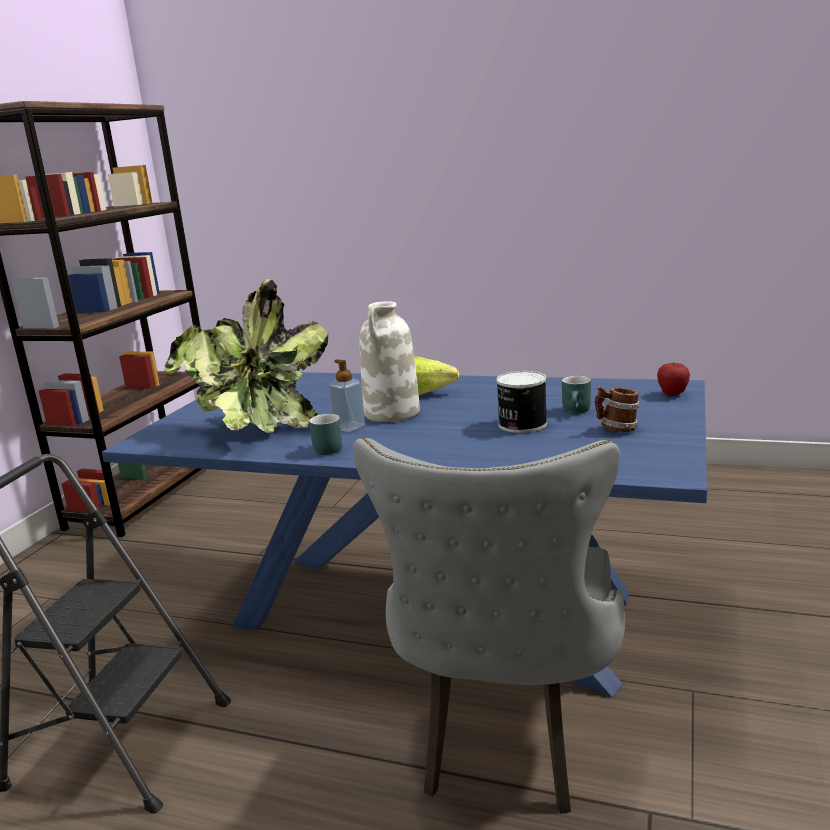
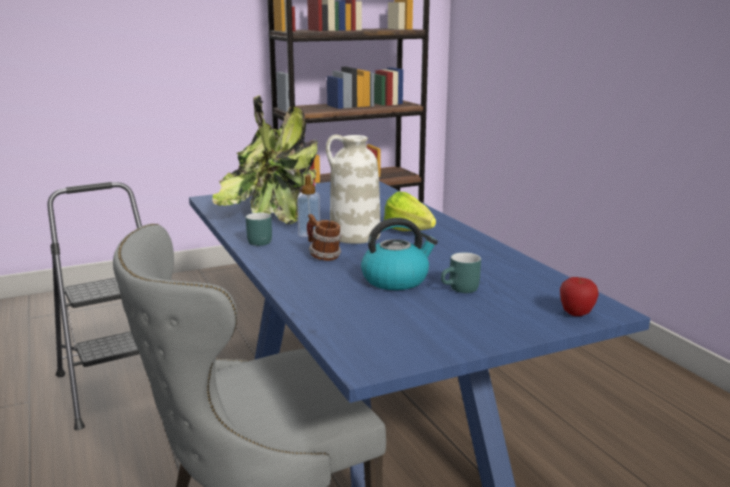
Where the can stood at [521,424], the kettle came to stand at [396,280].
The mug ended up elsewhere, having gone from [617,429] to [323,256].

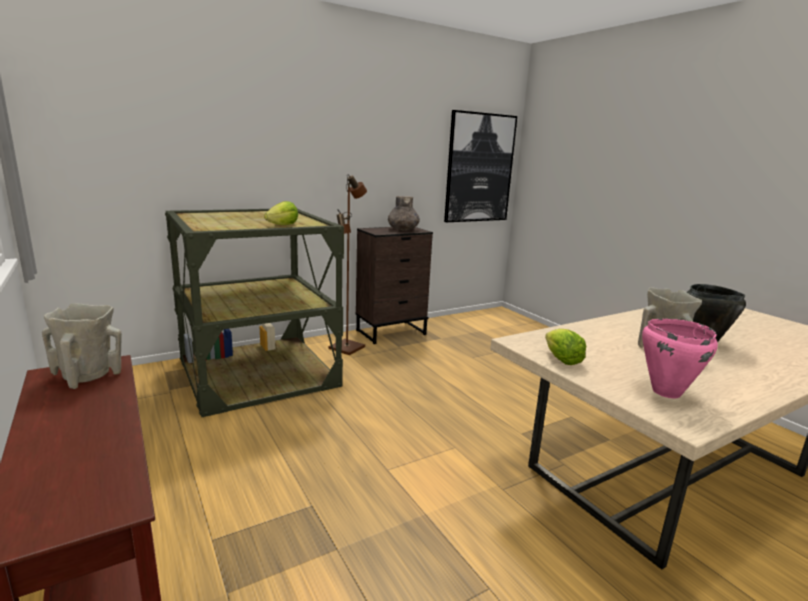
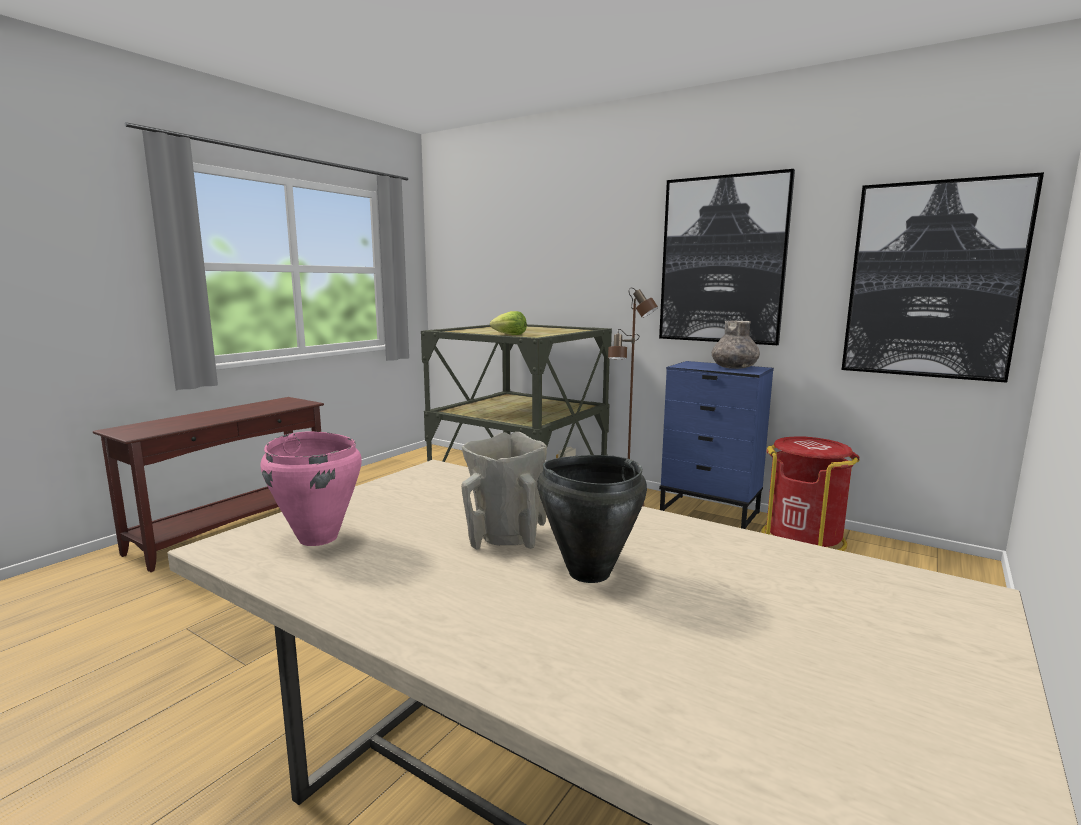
What was the dresser (brown) at [391,332] turned into the dresser (blue) at [710,512].
The second view lost the vase (beige) at [89,376].
The second view lost the lettuce at [561,359].
The second view gained the picture at [722,260].
The second view gained the trash can (red) at [803,538].

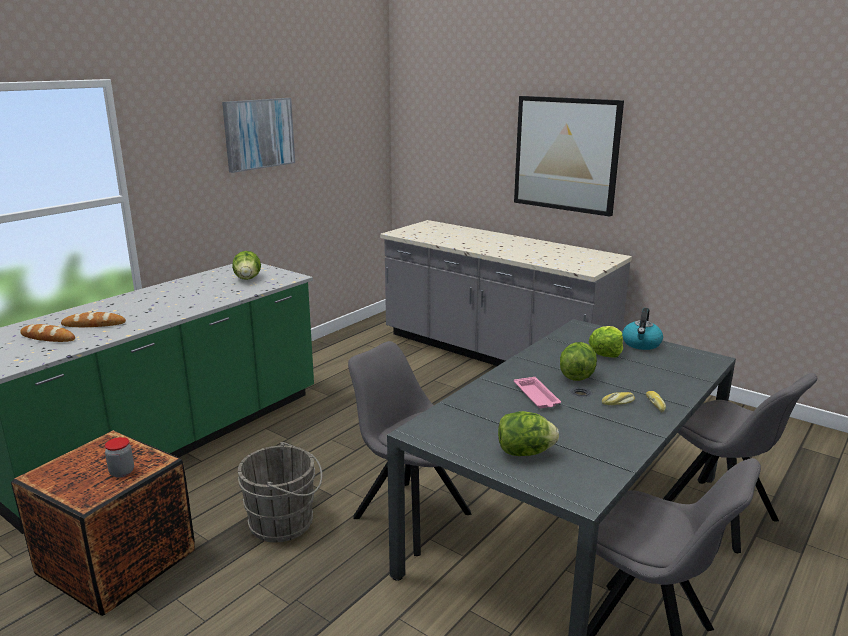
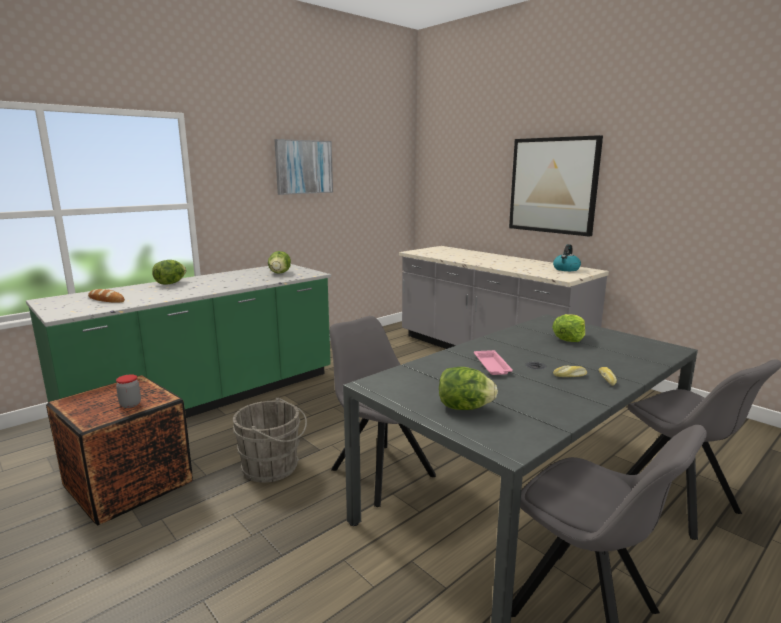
The kettle ended up elsewhere, having gone from [641,344] to [566,269].
The second view lost the bread at [94,324].
The lettuce ended up elsewhere, having gone from [576,376] to [170,283].

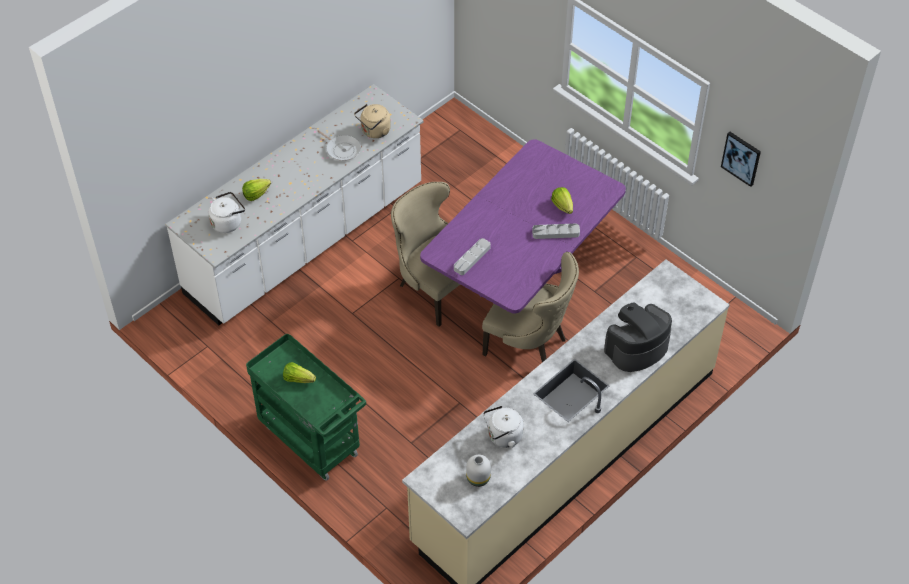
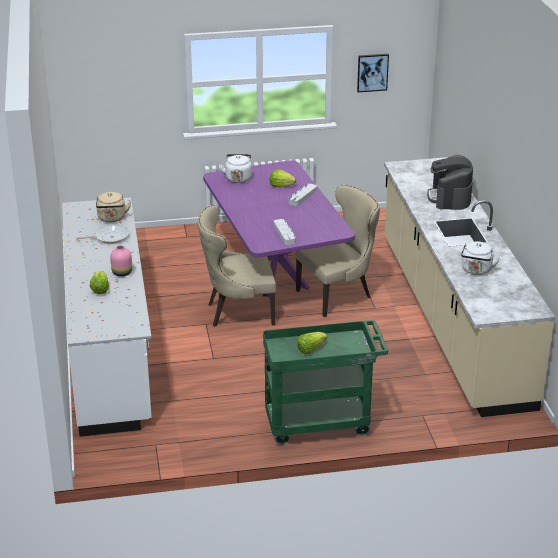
The kettle (white) ended up elsewhere, having gone from [228,222] to [238,178].
The second view lost the vase (white) at [479,478].
The second view gained the vase (pink) at [122,272].

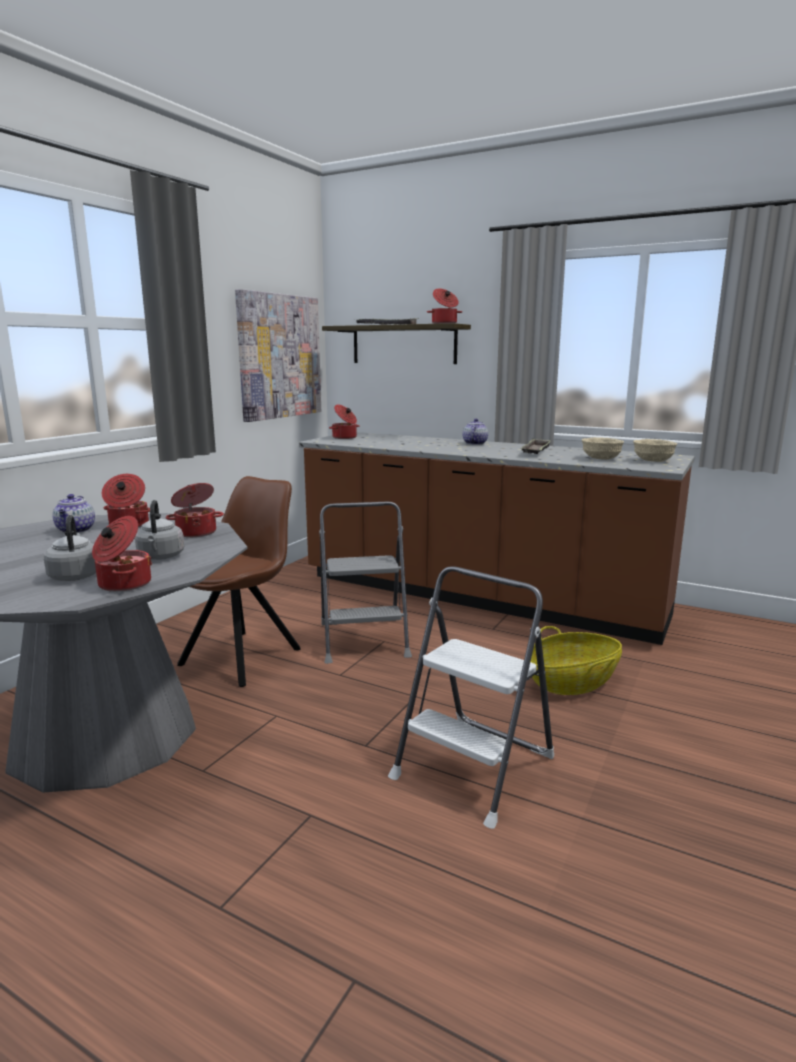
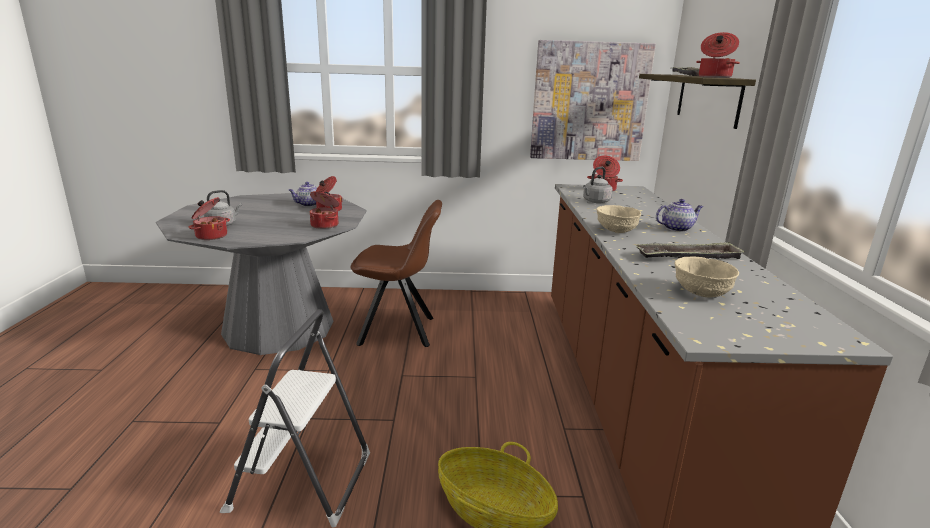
The bowl (beige) ended up elsewhere, having gone from [652,461] to [616,230].
The kettle (grey) ended up elsewhere, having gone from [160,557] to [595,201].
The second view lost the step ladder (grey) at [363,637].

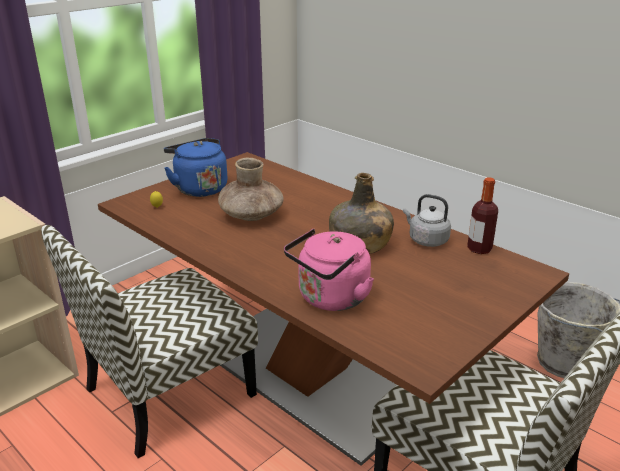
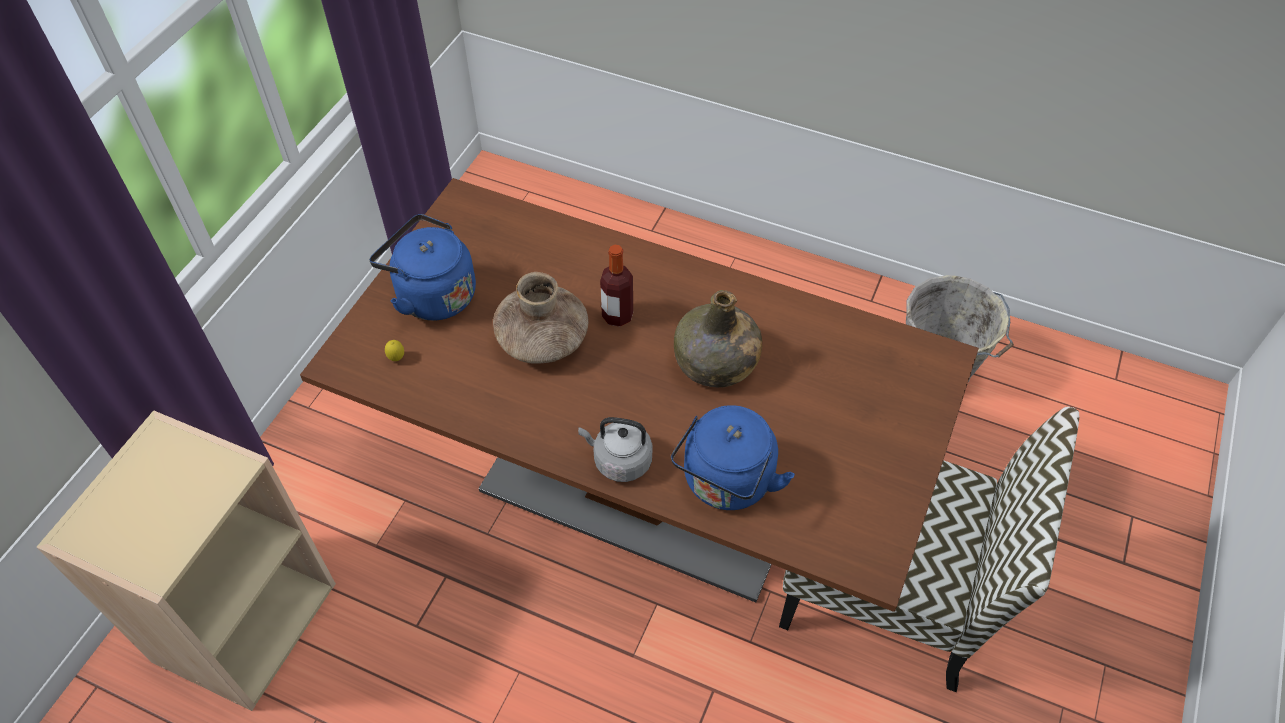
The bottle ended up elsewhere, having gone from [479,249] to [617,316].
The kettle (grey) ended up elsewhere, having gone from [426,240] to [619,461].
The second view lost the chair at [168,393].
What was the kettle (pink) at [330,299] turned into the kettle (blue) at [726,484].

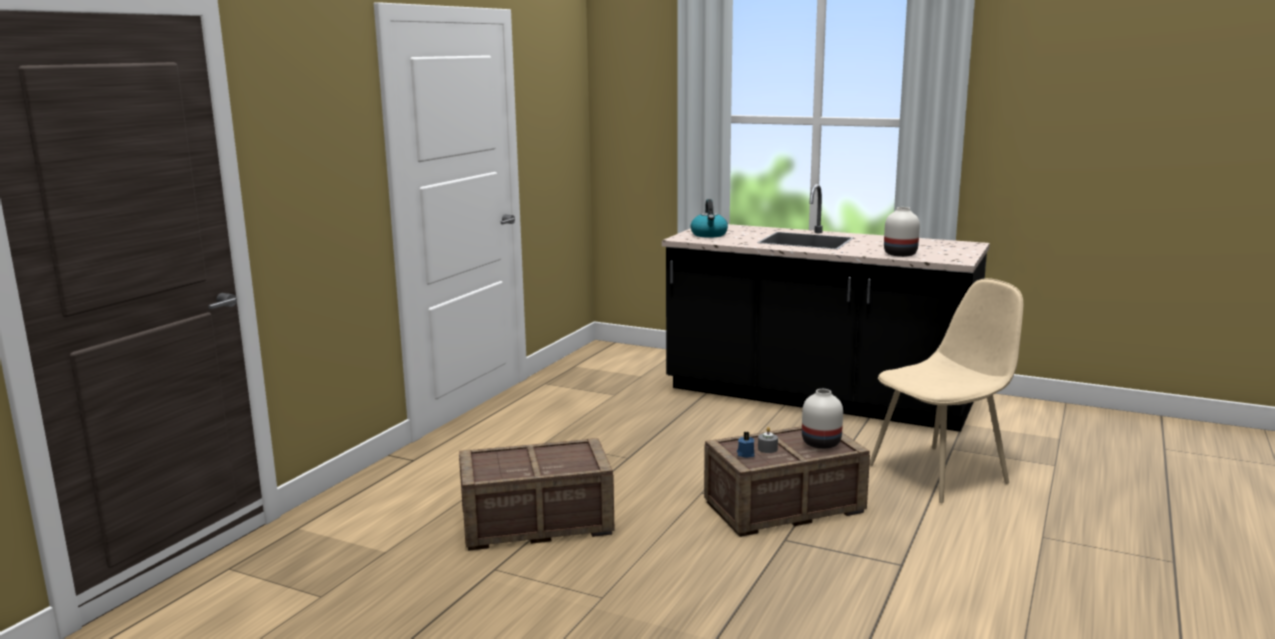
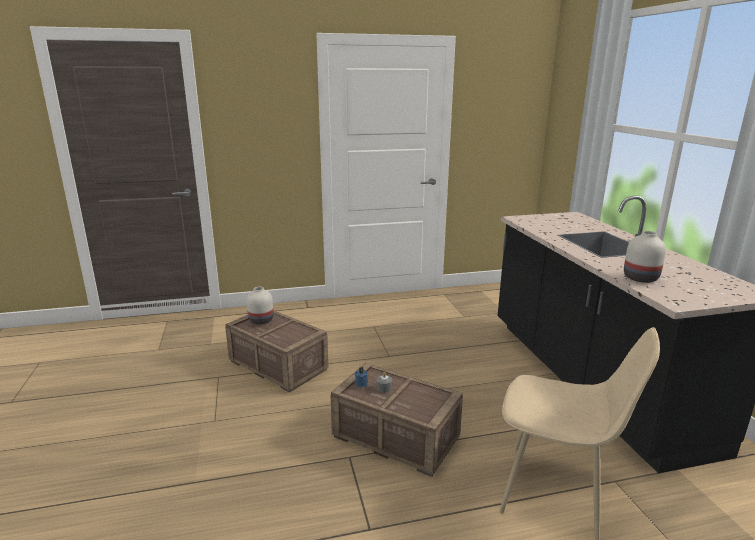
The second view lost the kettle at [709,235].
The vase (white) ended up elsewhere, having gone from [820,443] to [260,320].

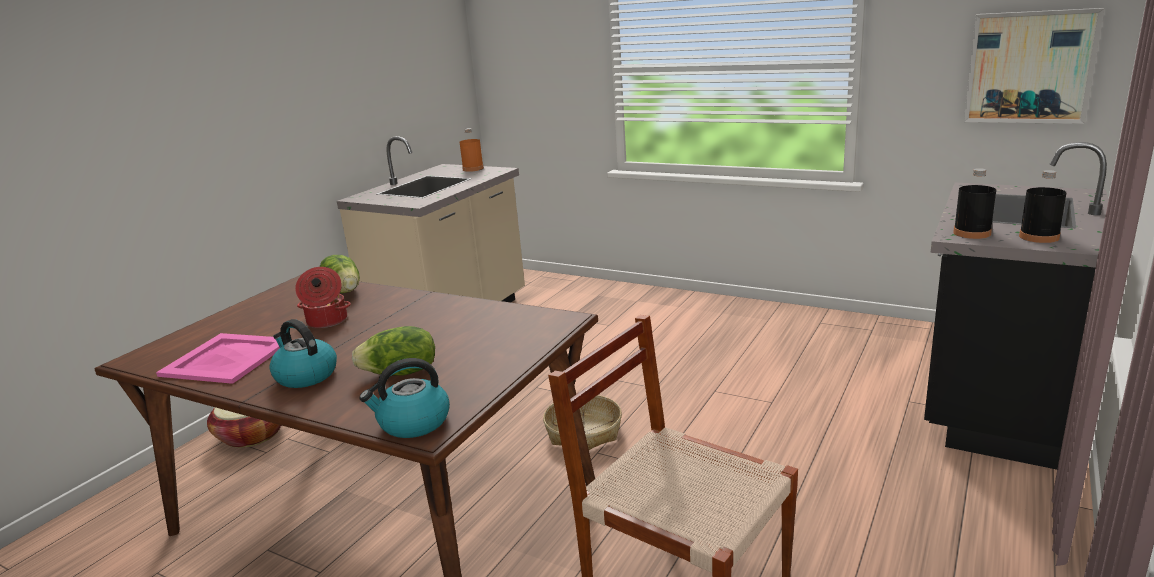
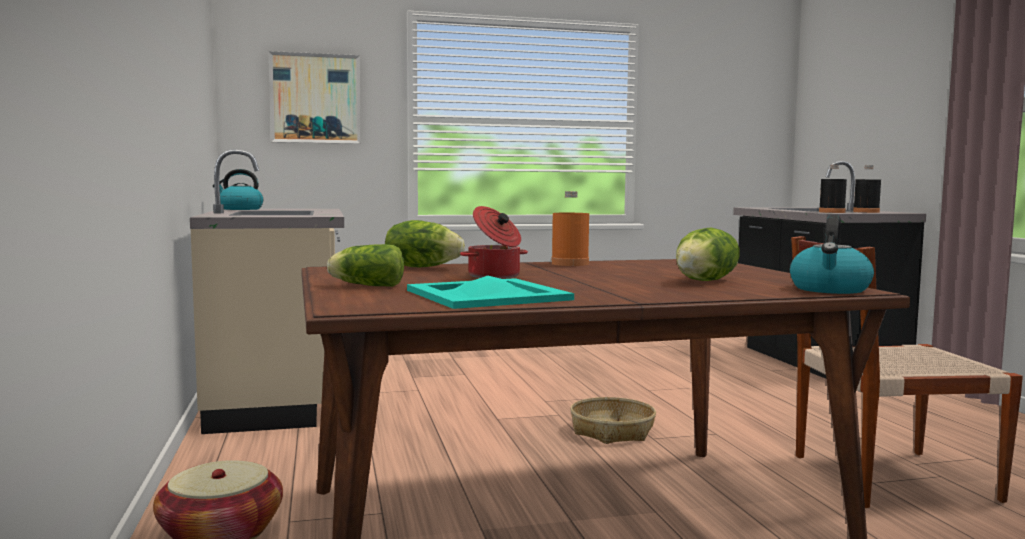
The picture ended up elsewhere, having gone from [1029,67] to [315,98].
The bottle (orange) ended up elsewhere, having gone from [473,169] to [570,263].
The kettle ended up elsewhere, having gone from [305,375] to [240,209].
What was the tray (pink) at [228,358] turned into the tray (turquoise) at [488,295].
The second view gained the lettuce at [365,285].

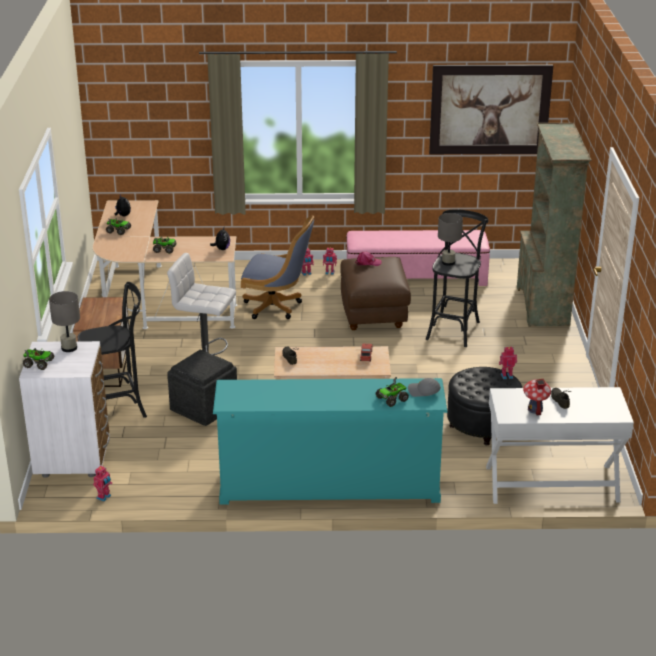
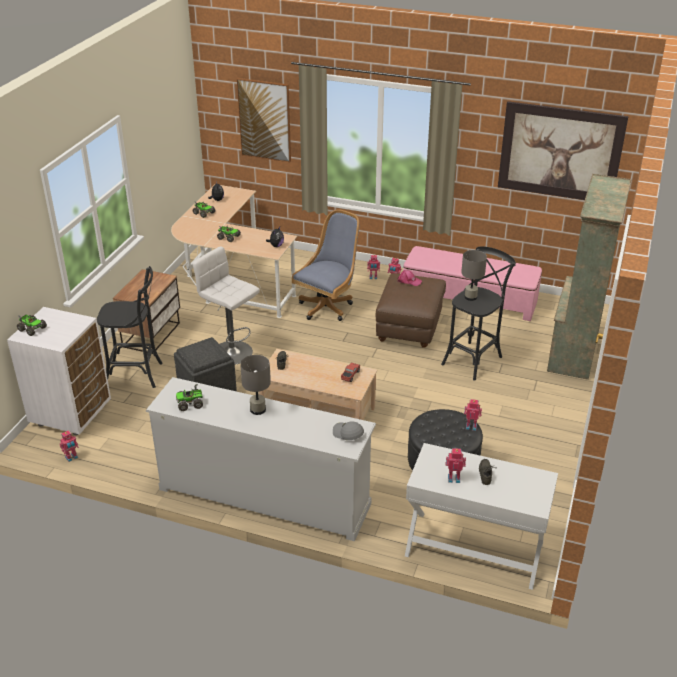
The office chair (blue) at [277,308] ended up facing another way, 90 degrees counterclockwise from before.
The table lamp (grey) ended up elsewhere, having gone from [69,348] to [258,409].
The toy truck ended up elsewhere, having gone from [392,399] to [190,403].
What was the cabinet (turquoise) at [329,486] turned into the cabinet (white) at [264,496].
Where the toy house stood at [535,409], the toy robot came to stand at [454,478].
The second view gained the picture at [265,120].

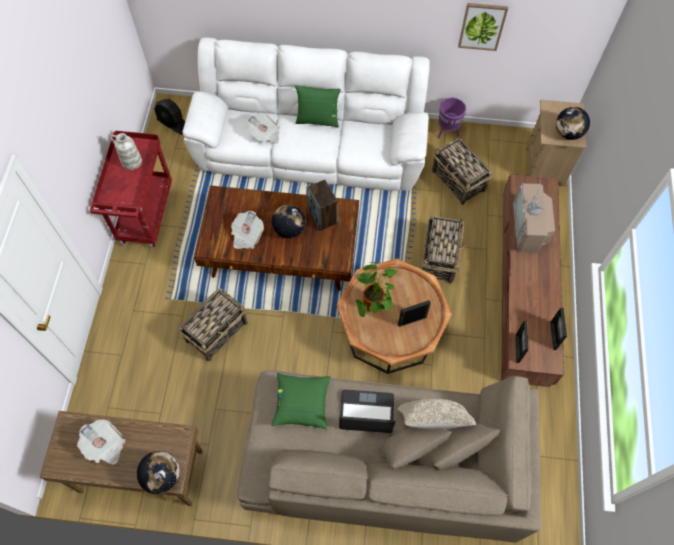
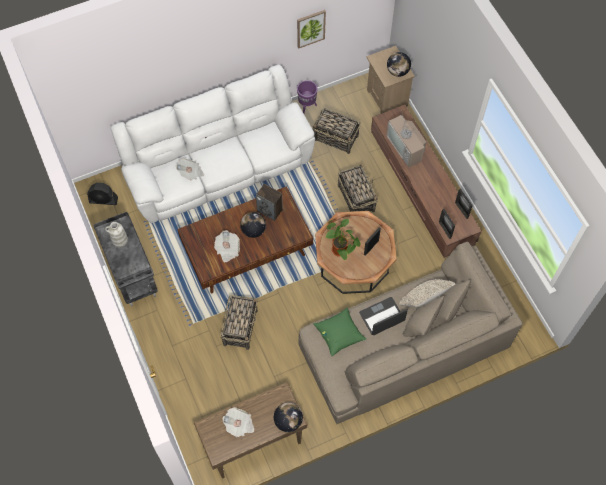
The second view lost the pillow (green) at [317,120].
What was the cart (red) at [146,219] turned into the cart (grey) at [134,279].

